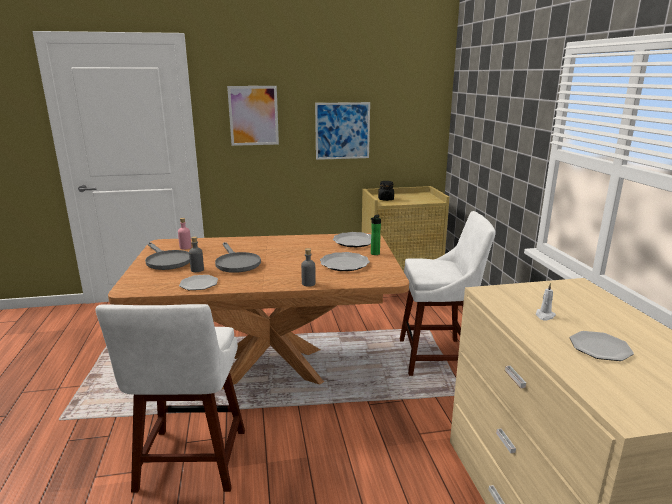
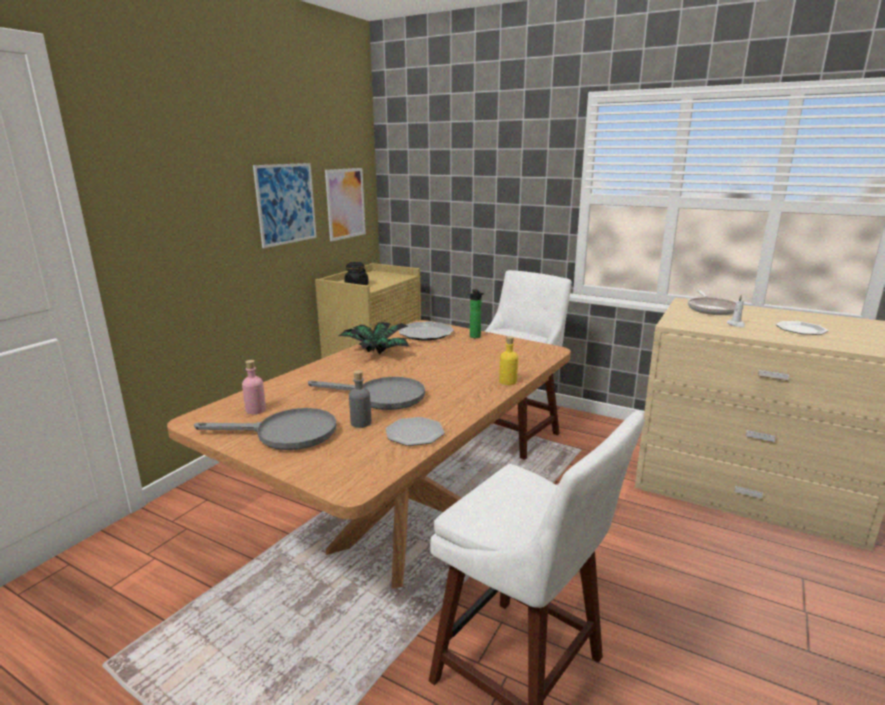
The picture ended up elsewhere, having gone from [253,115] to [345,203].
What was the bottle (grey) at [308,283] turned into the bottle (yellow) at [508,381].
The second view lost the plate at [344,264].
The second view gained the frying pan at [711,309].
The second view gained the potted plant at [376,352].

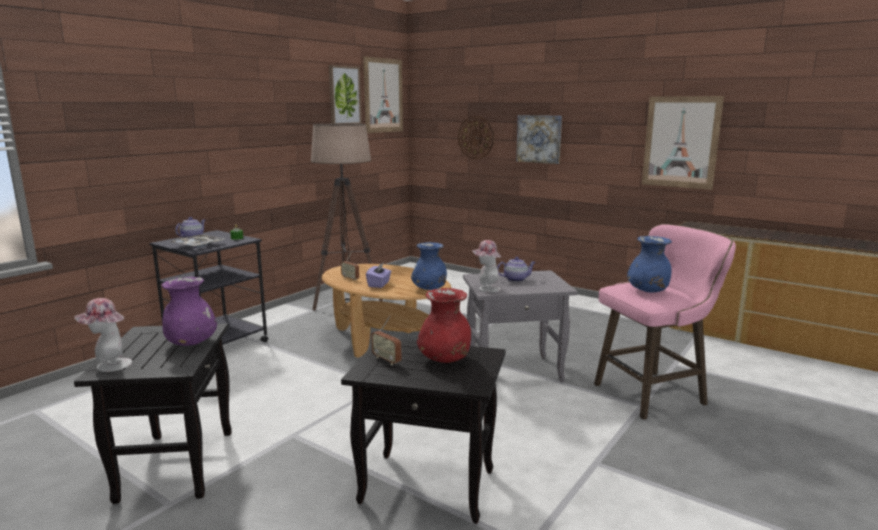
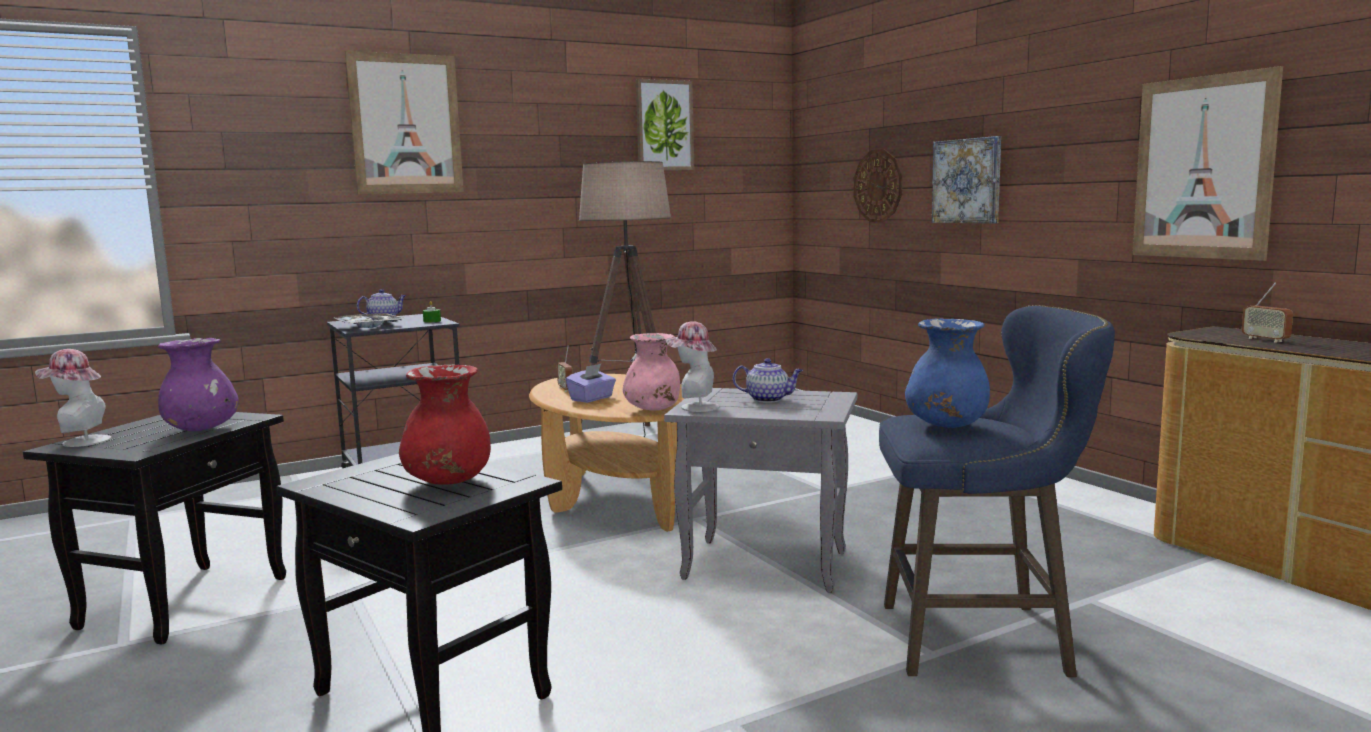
The picture ended up elsewhere, having gone from [383,95] to [406,124].
What was the stool (pink) at [653,393] turned into the stool (blue) at [983,638].
What was the vase (blue) at [429,289] turned into the vase (pink) at [653,409].
The radio ended up elsewhere, having gone from [386,360] to [1265,340].

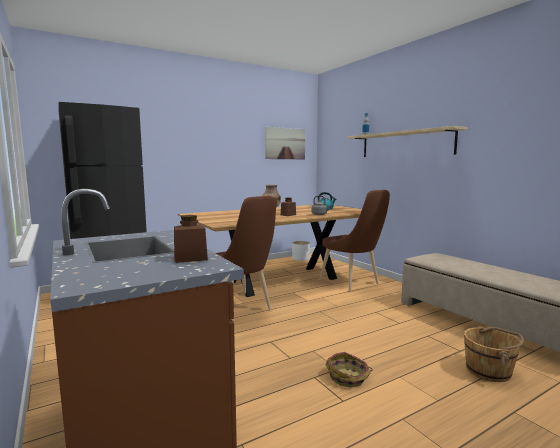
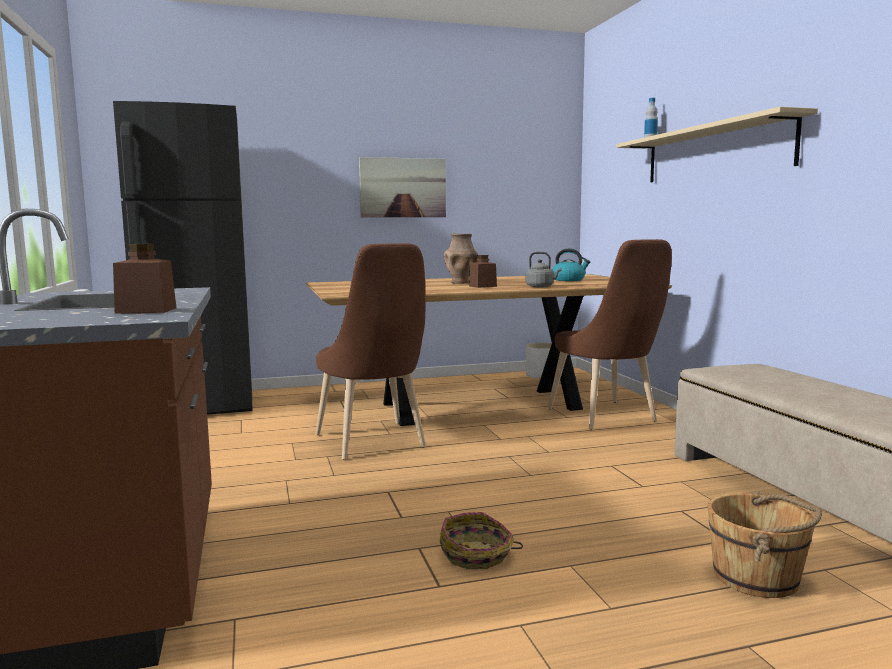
The picture ended up elsewhere, having gone from [285,143] to [403,187].

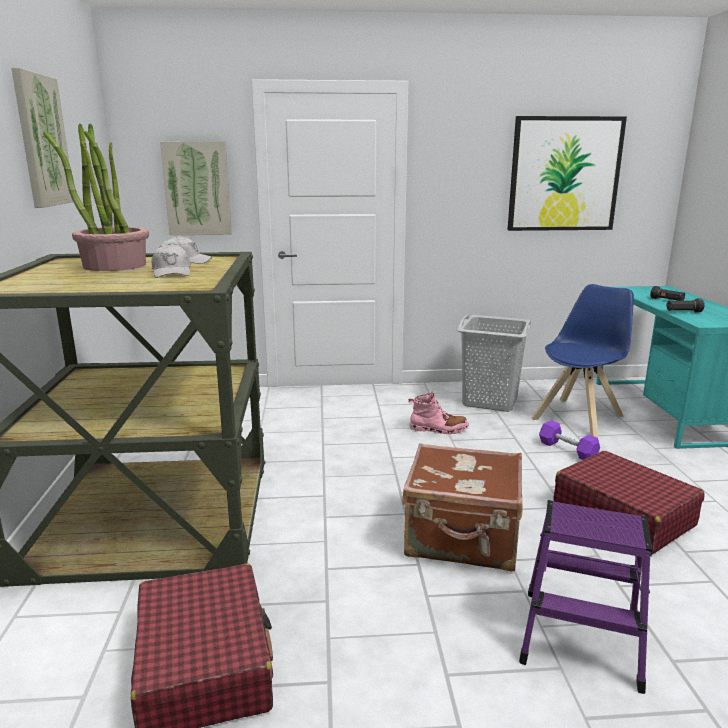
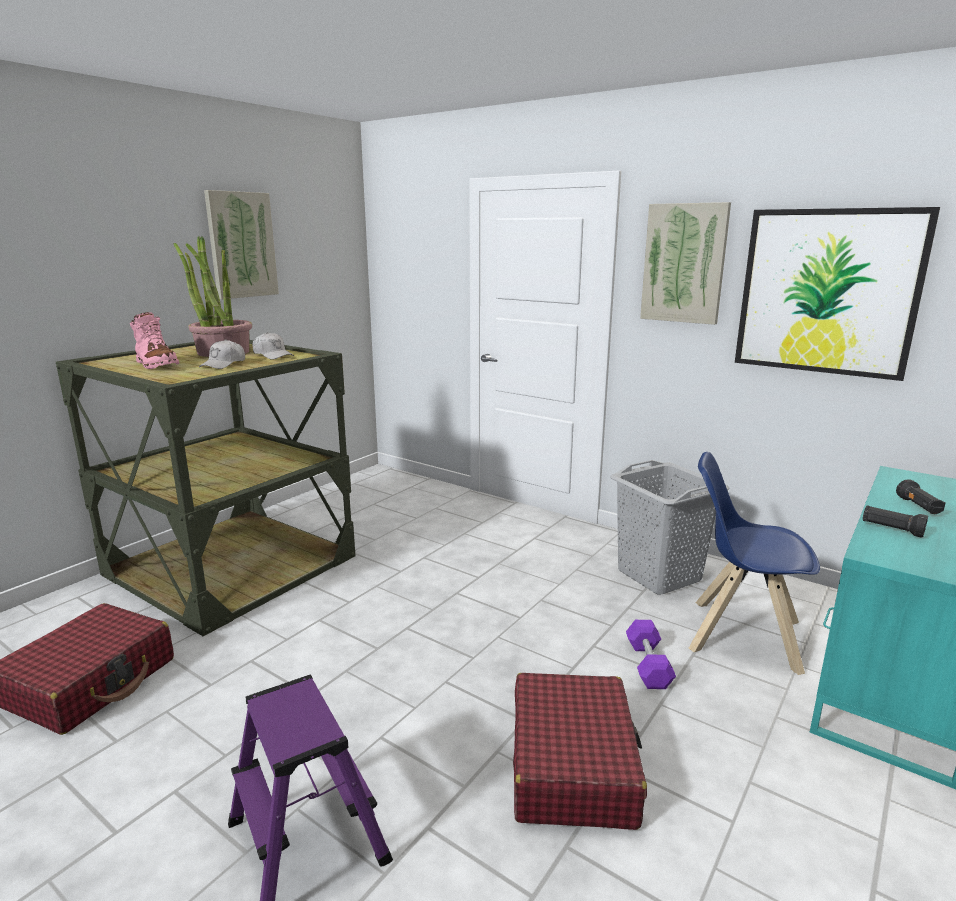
The picture ended up elsewhere, having gone from [197,188] to [684,263].
The chair (blue) at [579,417] ended up facing another way, 150 degrees counterclockwise from before.
The boot (pink) ended up elsewhere, having gone from [438,429] to [156,365].
The second view lost the suitcase (brown) at [462,539].

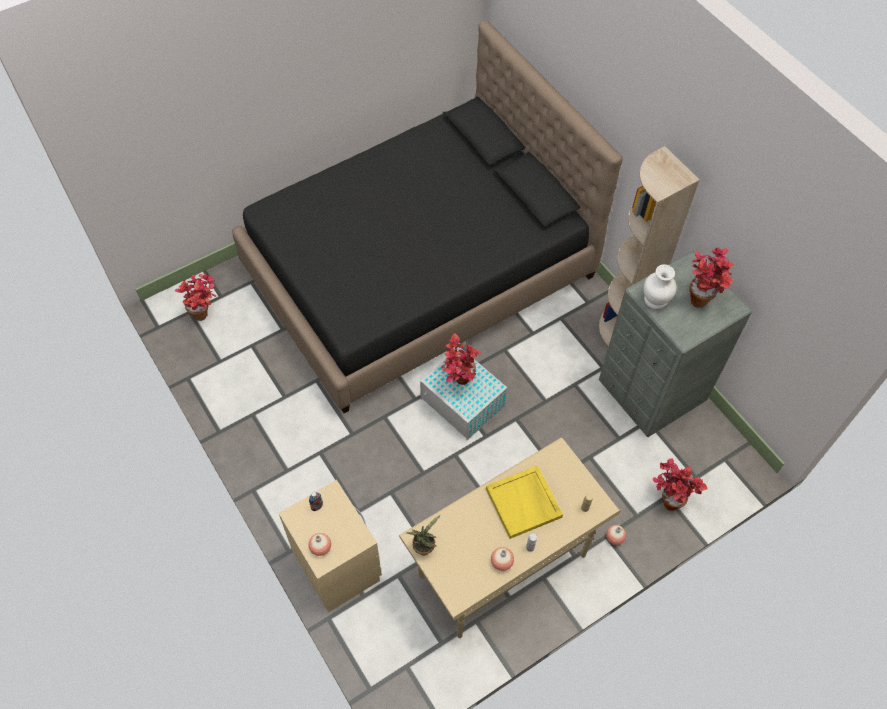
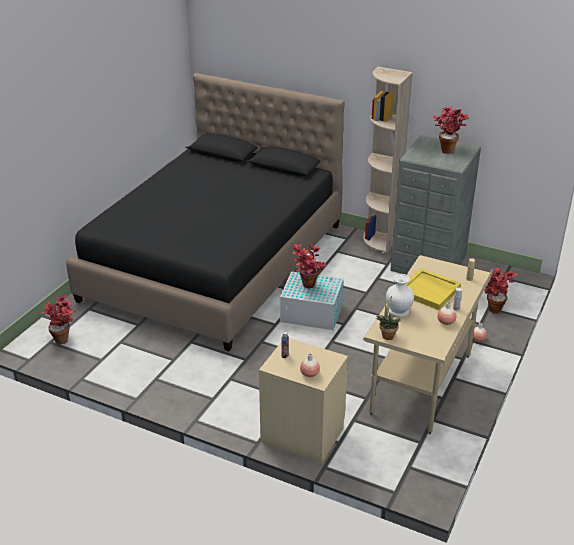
The vase (white) ended up elsewhere, having gone from [655,300] to [398,311].

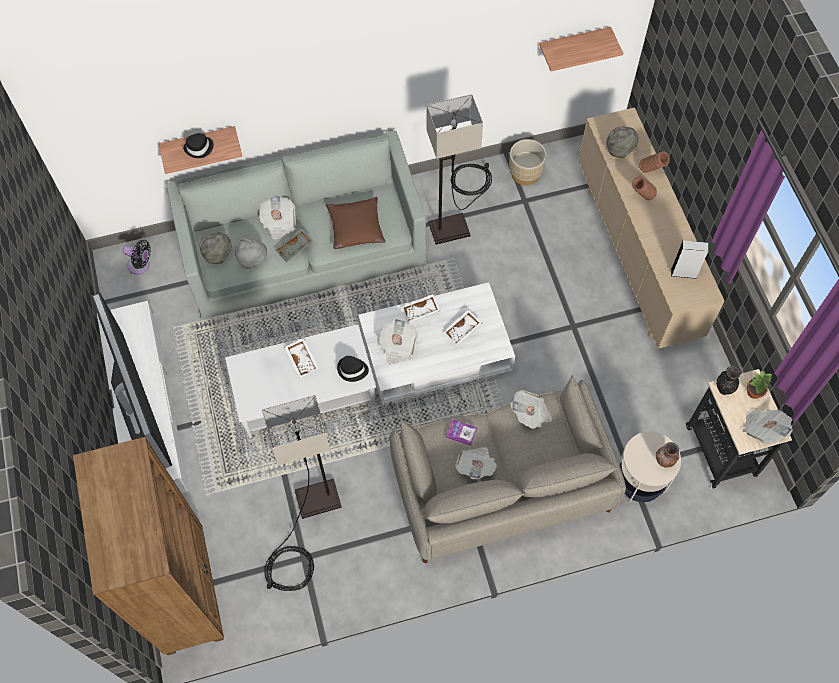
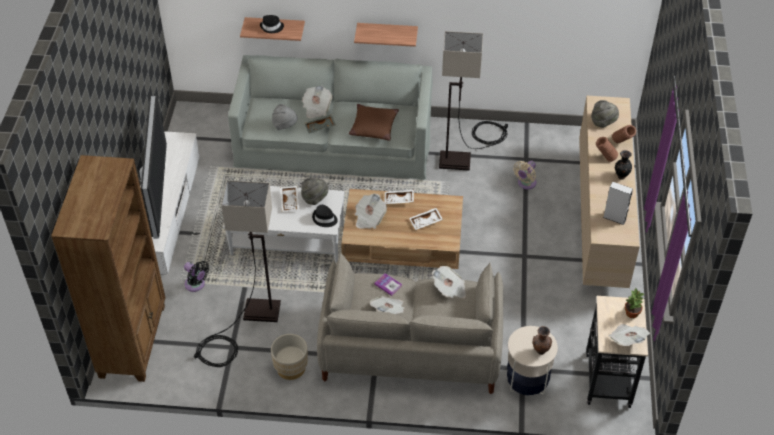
The shelf ended up elsewhere, having gone from [573,44] to [387,33].
The planter (beige) ended up elsewhere, having gone from [525,174] to [291,368].
The hat (grey) ended up elsewhere, having gone from [217,254] to [314,198].
The fan (black) ended up elsewhere, having gone from [140,265] to [196,285].
What was the coffee table (white) at [435,353] turned into the coffee table (brown) at [402,242].
The vase (black) ended up elsewhere, having gone from [723,389] to [621,176].
The second view gained the fan (beige) at [525,183].

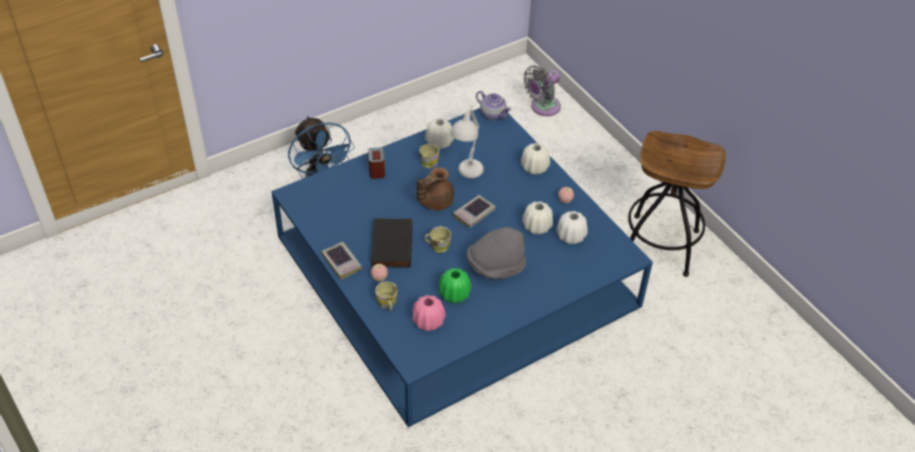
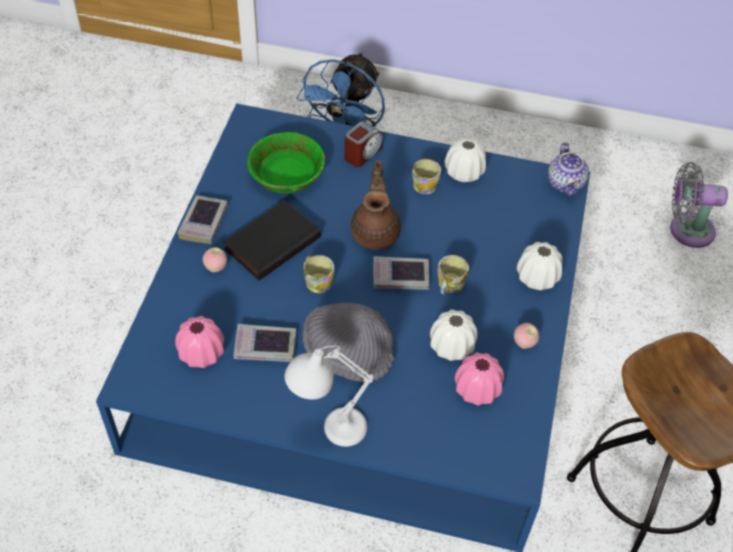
The table lamp (white) ended up elsewhere, having gone from [466,176] to [327,432].
The teapot (brown) at [434,202] ended up facing another way, 90 degrees clockwise from before.
What was the vase (white) at [570,236] turned into the vase (pink) at [477,389].
Where the vase (green) stood at [454,294], the book came to stand at [265,346].
The mug ended up elsewhere, having gone from [387,304] to [449,286].
The second view gained the bowl (green) at [286,174].

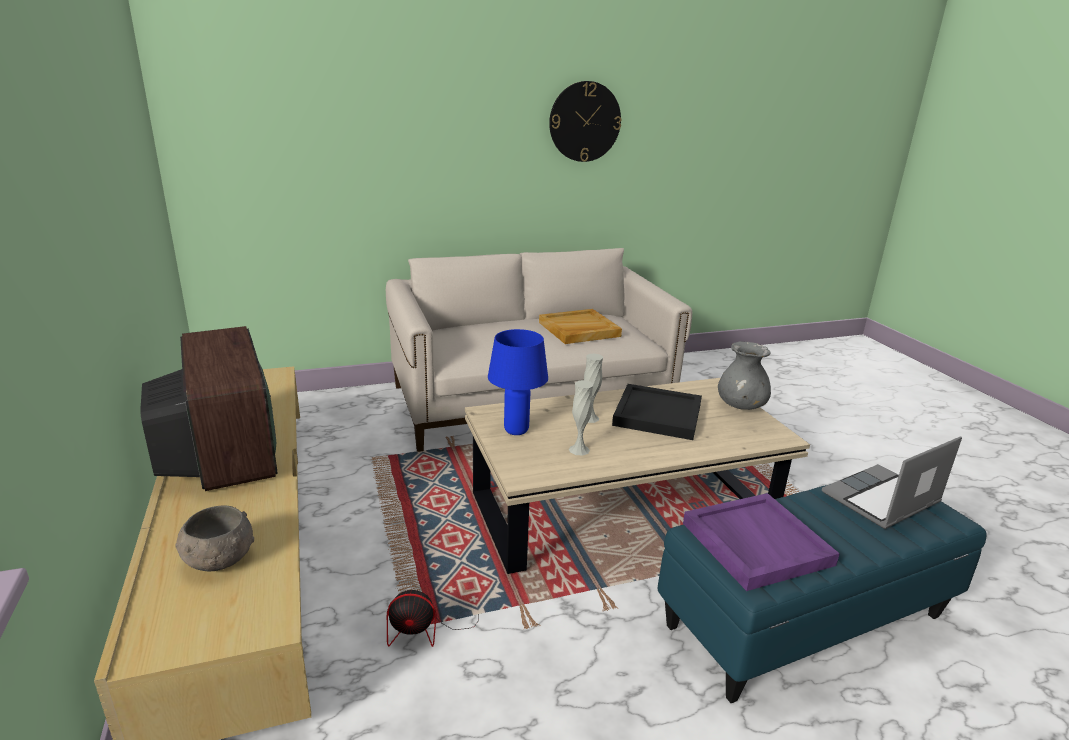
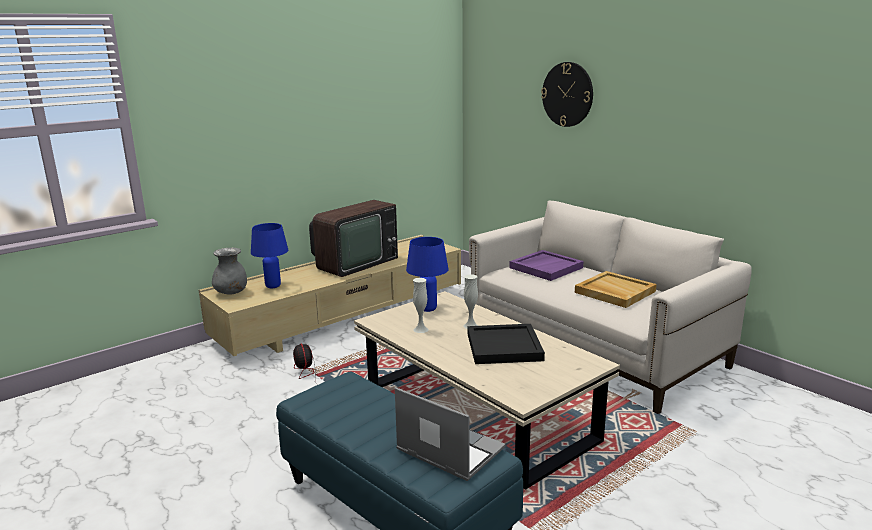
The wall clock ended up elsewhere, having gone from [584,122] to [567,94].
The vase (grey) ended up elsewhere, having gone from [741,406] to [231,293].
The tray (purple) ended up elsewhere, having gone from [755,543] to [546,267].
Where the bowl (grey) stood at [219,560], the table lamp (blue) came to stand at [272,286].

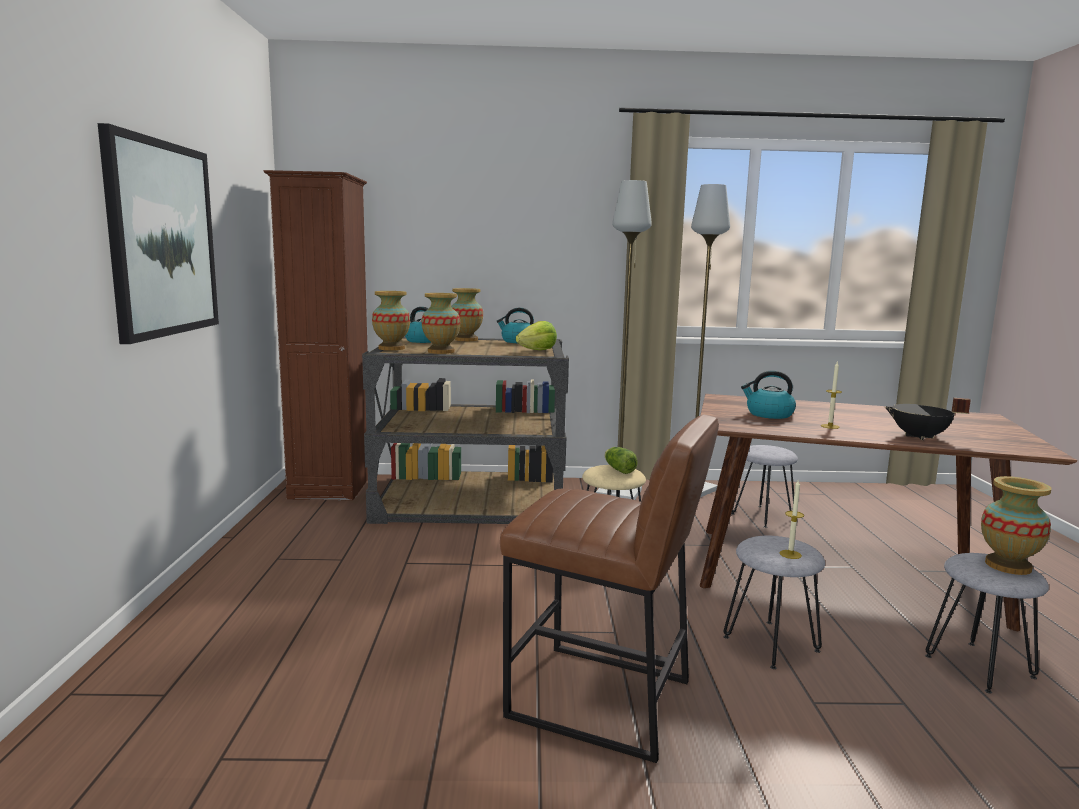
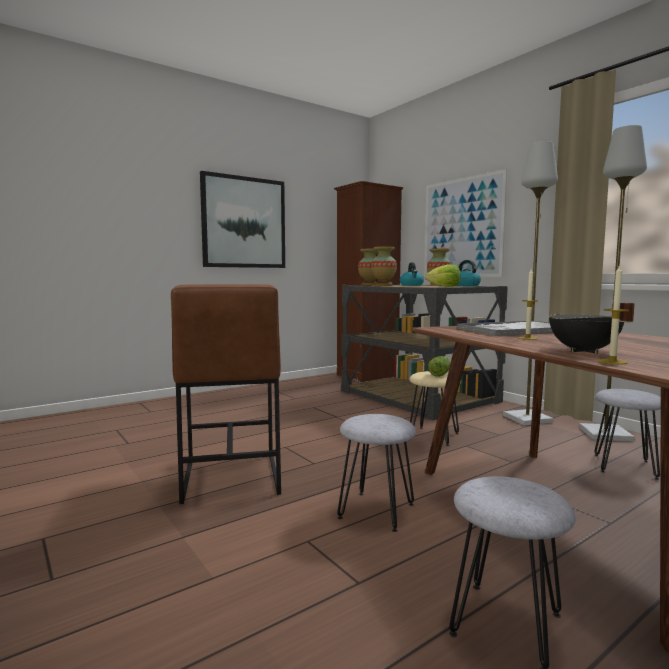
Where the kettle stood at [768,414], the tray came to stand at [516,330].
The second view lost the vase at [1007,566].
The candle ended up elsewhere, having gone from [790,554] to [612,362].
The second view gained the picture at [462,228].

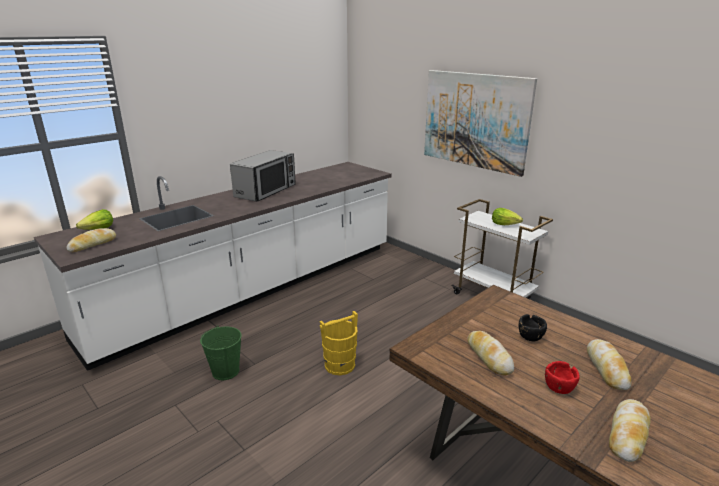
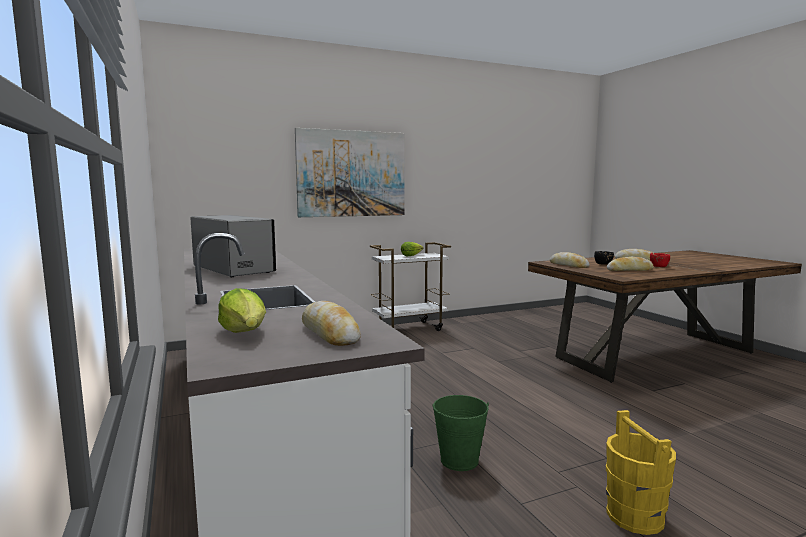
The bucket (yellow) ended up elsewhere, having gone from [339,365] to [635,517].
The bread ended up elsewhere, having gone from [627,434] to [568,265].

